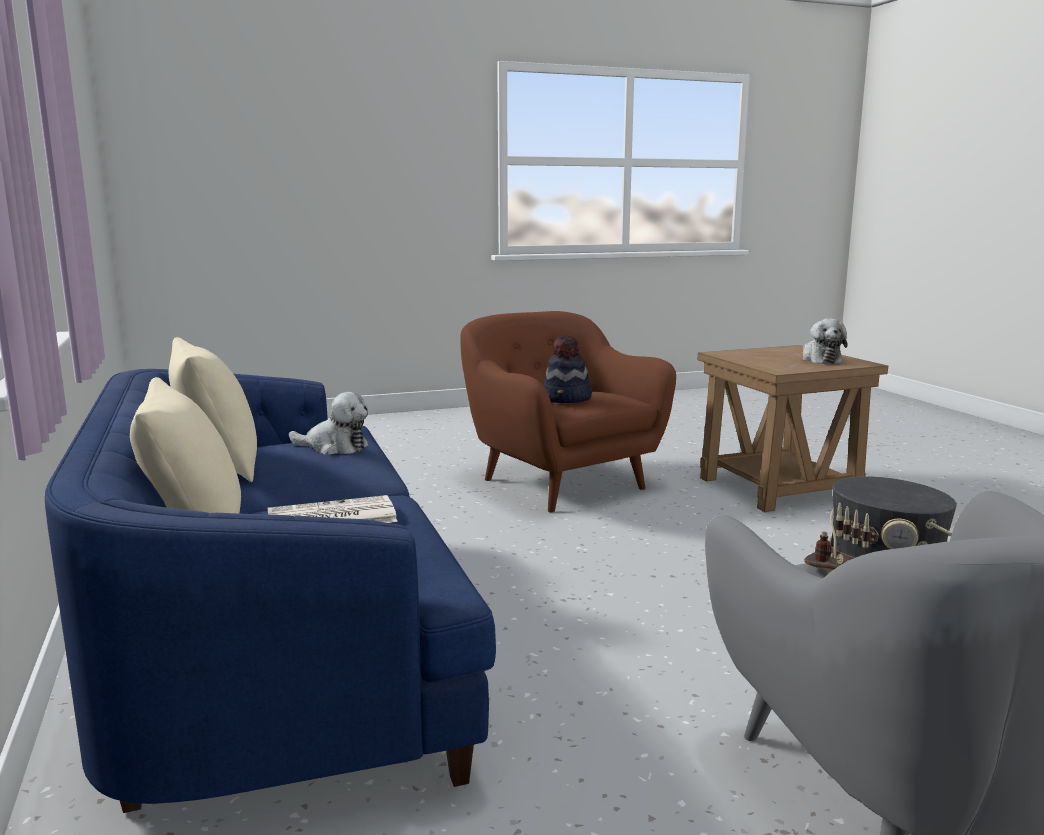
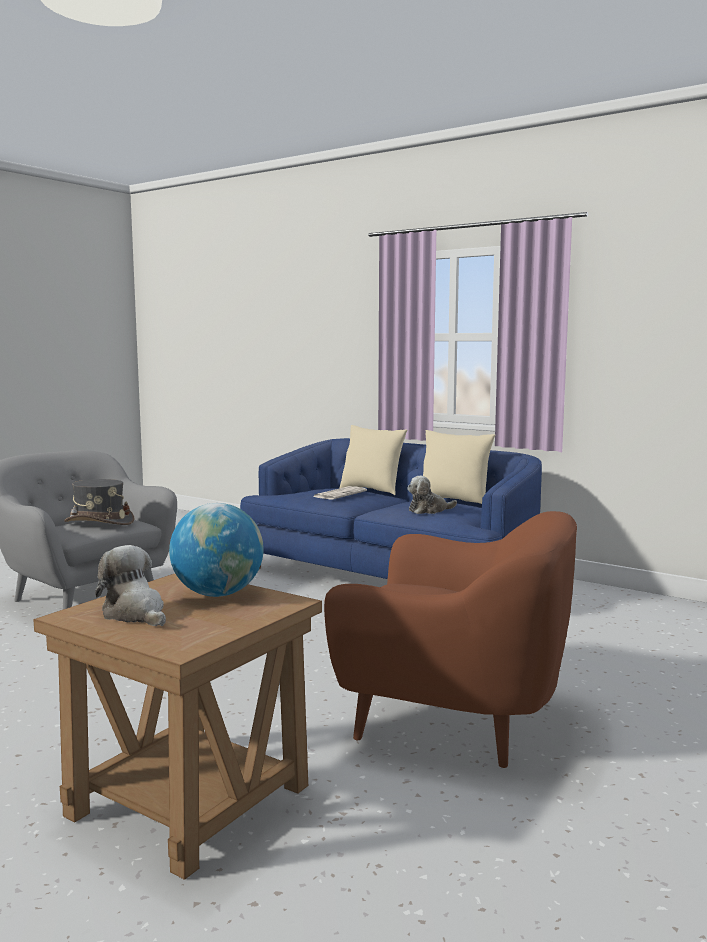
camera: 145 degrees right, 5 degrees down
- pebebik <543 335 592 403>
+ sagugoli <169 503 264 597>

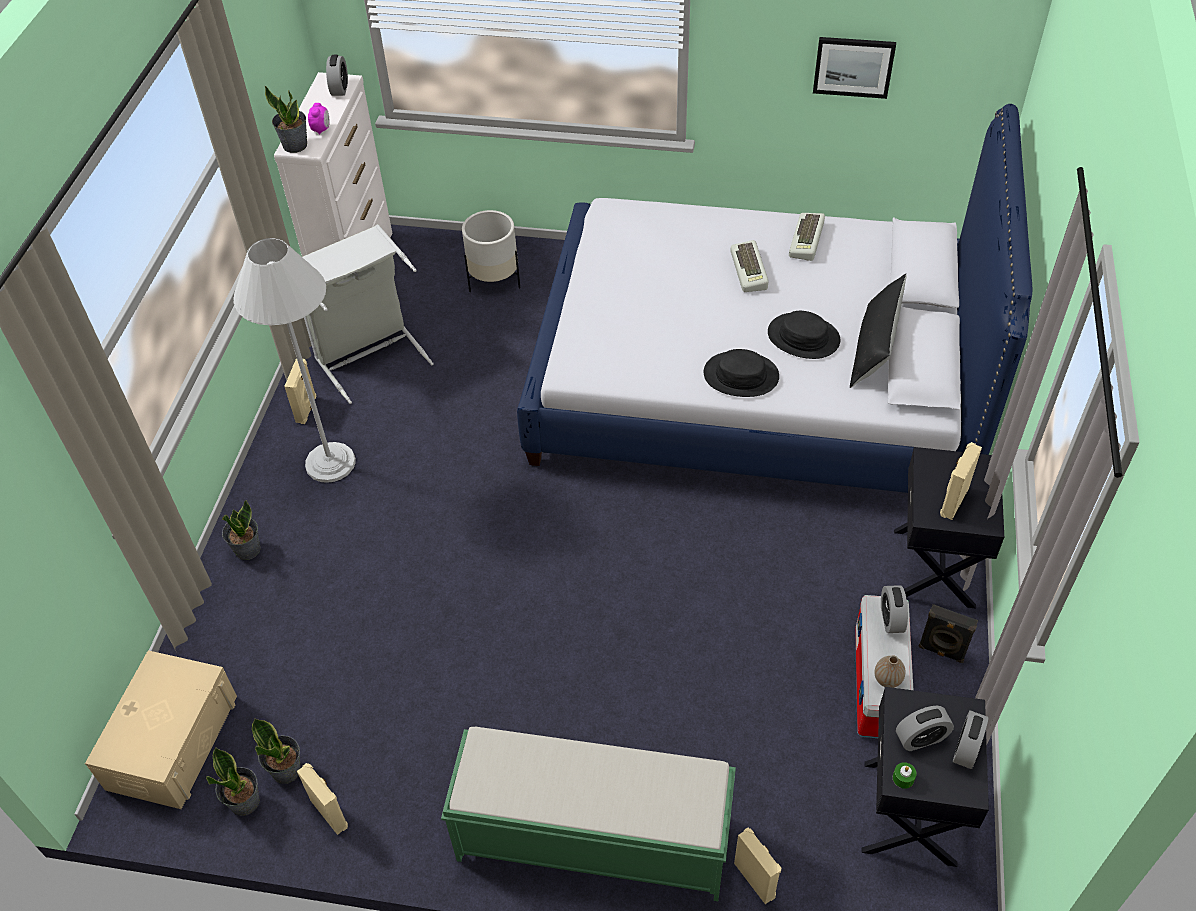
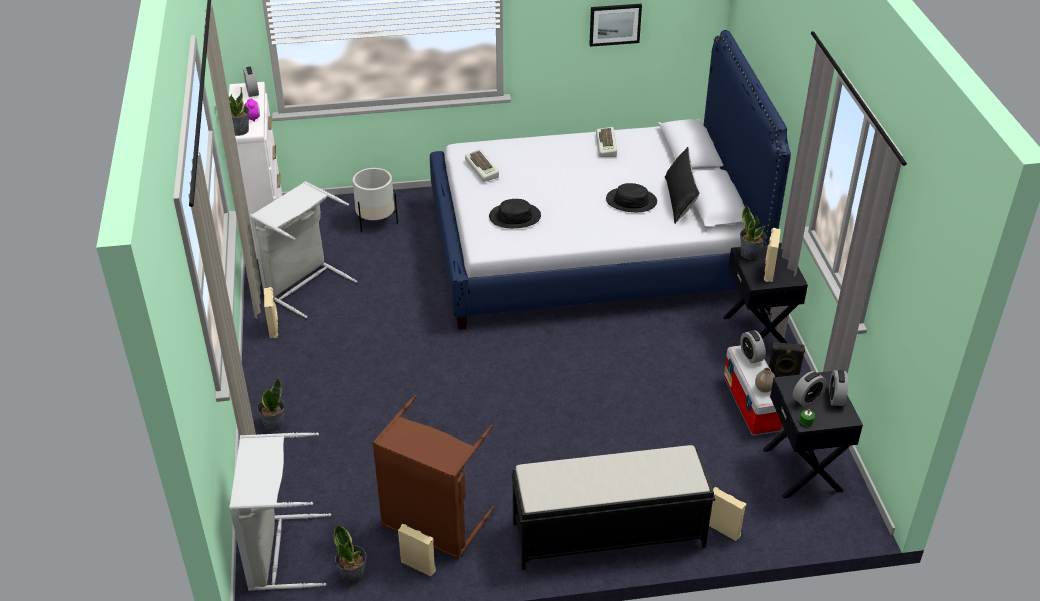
camera: 20 degrees left, 10 degrees down
~ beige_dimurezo <85 650 237 809> to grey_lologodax <229 432 331 591>
- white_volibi <233 238 356 483>
~ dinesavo <252 718 301 784> to <740 206 766 260>
~ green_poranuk <441 727 736 901> to black_poranuk <511 445 715 570>
~ black_pebebik <704 349 779 397> to <489 199 541 228>
~ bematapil <730 240 769 292> to <465 149 499 182>
+ brown_lologodax <372 395 495 559>

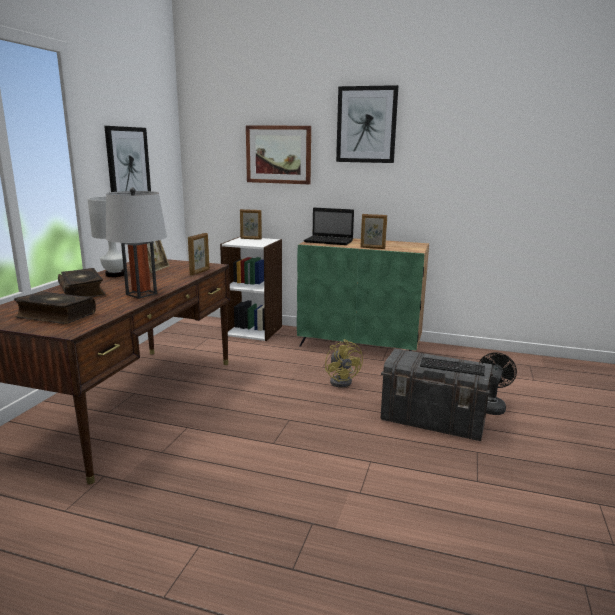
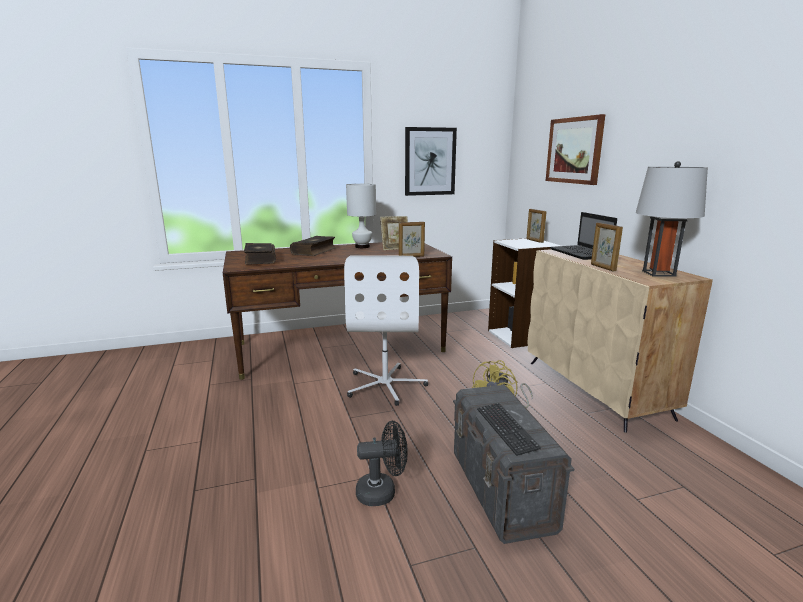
camera: 55 degrees right, 0 degrees up
~ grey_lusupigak <106 187 167 299> to <635 161 708 277>
~ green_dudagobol <297 238 429 351> to beige_dudagobol <528 249 713 433>
- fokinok <336 85 398 163>
~ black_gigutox <479 352 517 415> to <356 421 408 506>
+ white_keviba <344 255 428 406>

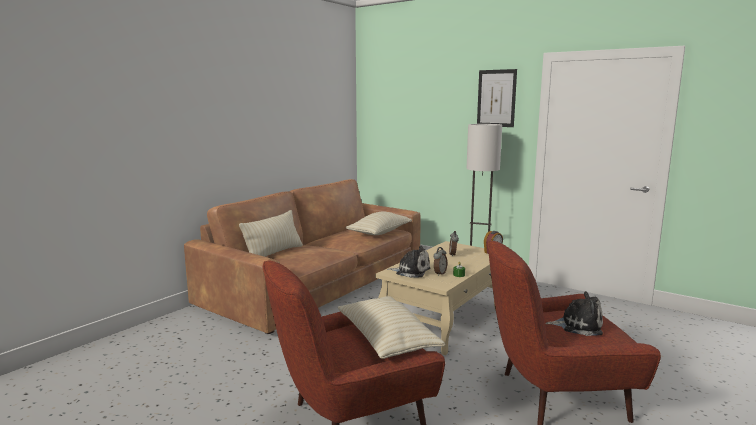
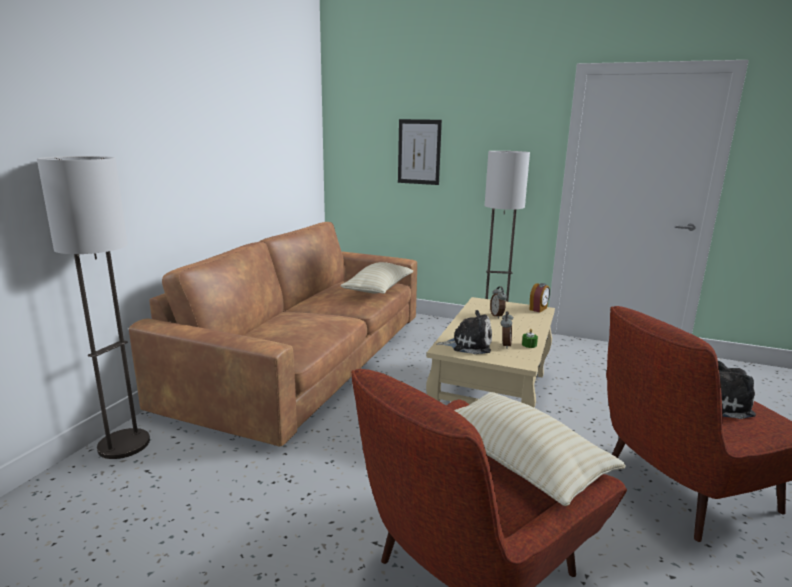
camera: 15 degrees left, 5 degrees up
- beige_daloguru <239 210 303 257>
~ fokinok <477 69 517 127> to <398 119 442 185>
+ volibi <37 156 150 459>

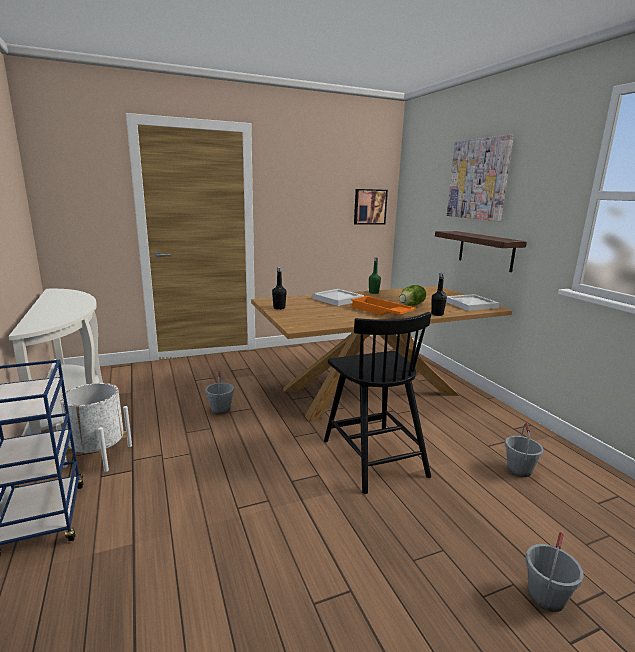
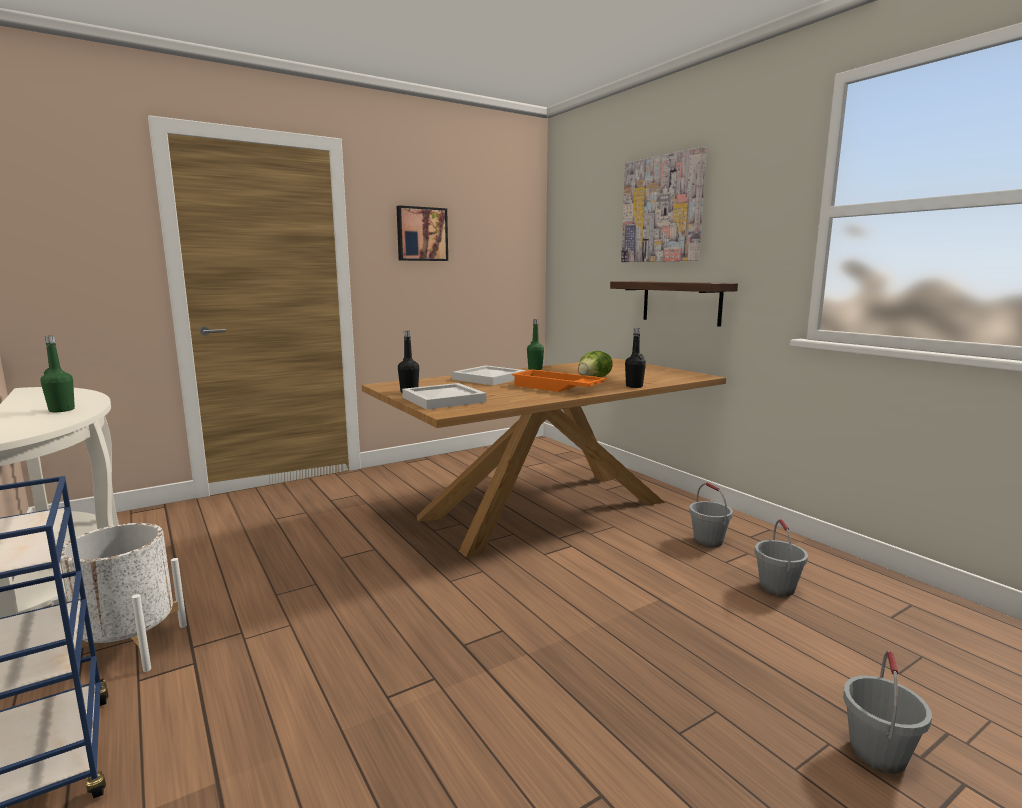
camera: 10 degrees left, 5 degrees down
~ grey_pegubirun <205 371 234 414> to <689 482 733 547>
- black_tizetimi <324 312 431 494>
~ fokinok <354 189 388 225> to <397 205 448 261>
~ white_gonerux <446 294 500 311> to <402 383 486 410>
+ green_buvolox <40 336 75 412>

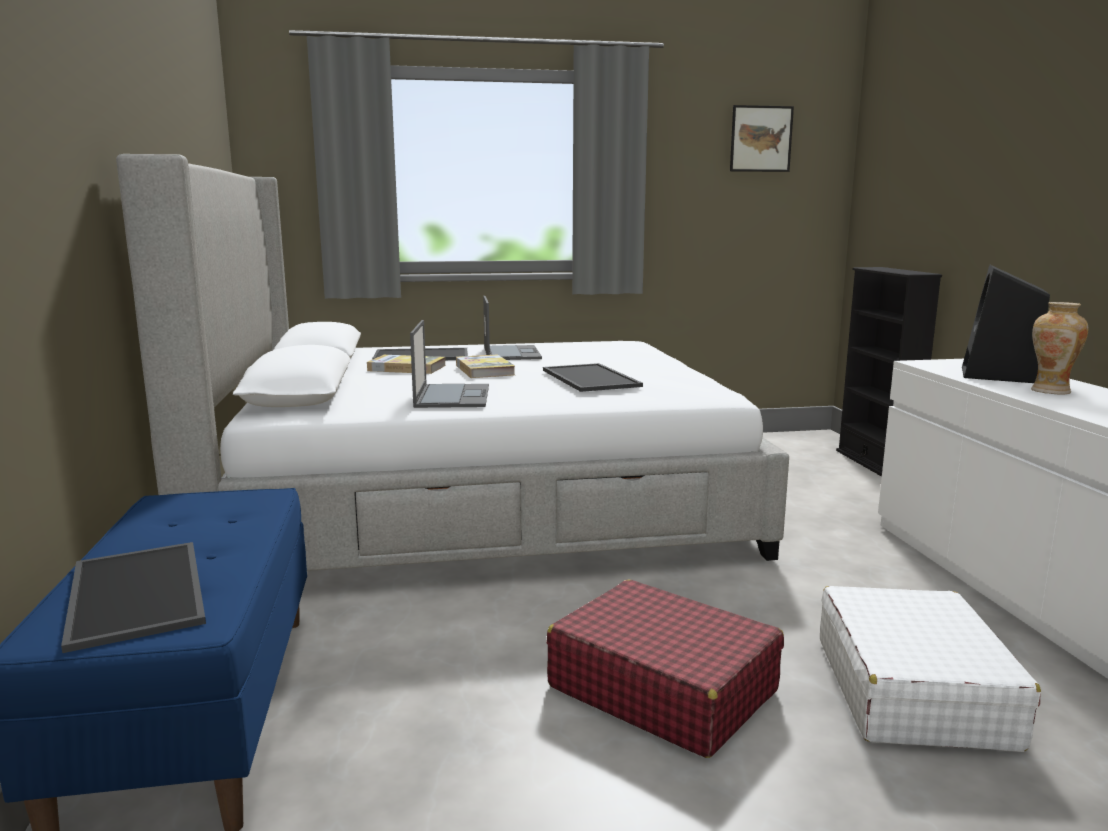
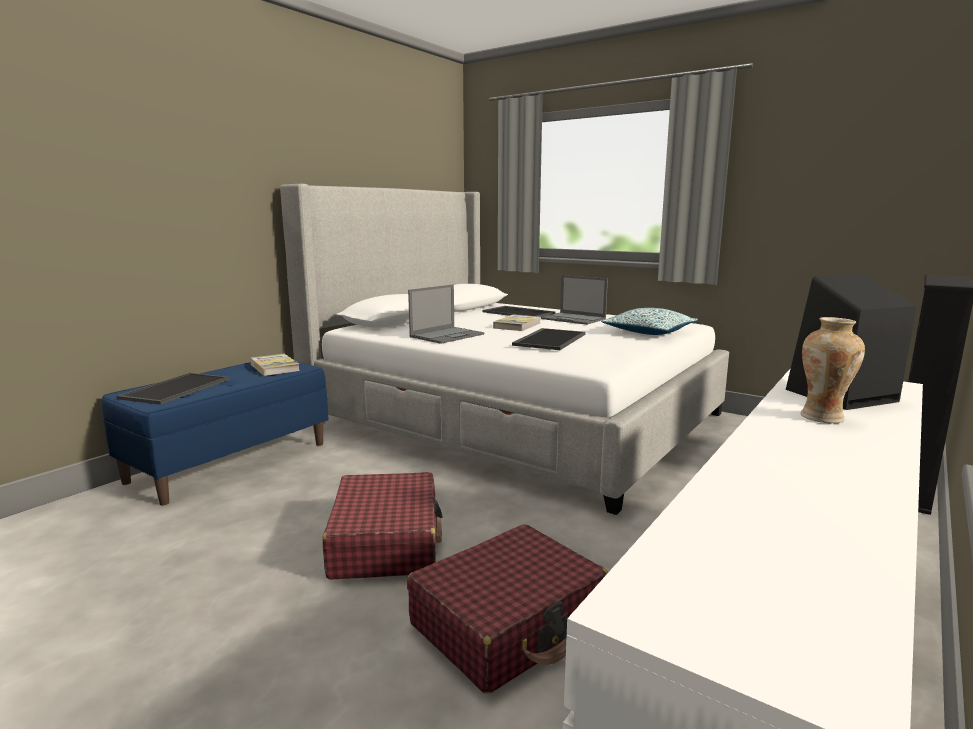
camera: 45 degrees right, 0 degrees up
~ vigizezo <367 355 446 374> to <250 354 300 376>
~ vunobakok <483 296 542 360> = <541 275 608 325> 90 degrees clockwise
- fokinok <730 105 794 172>
~ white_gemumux <820 586 1041 752> to red_gemumux <407 524 608 694>
+ daloguru <602 308 698 335>

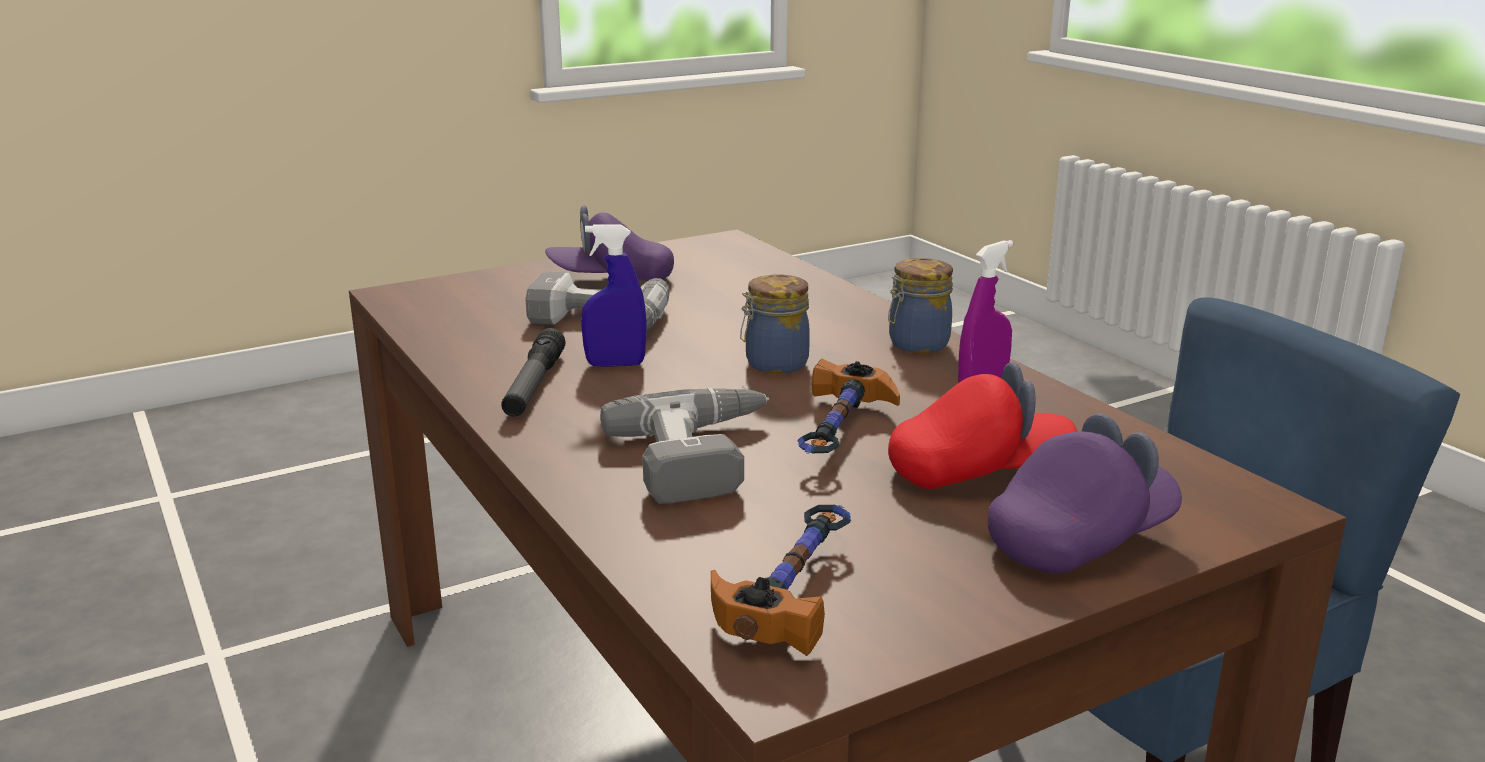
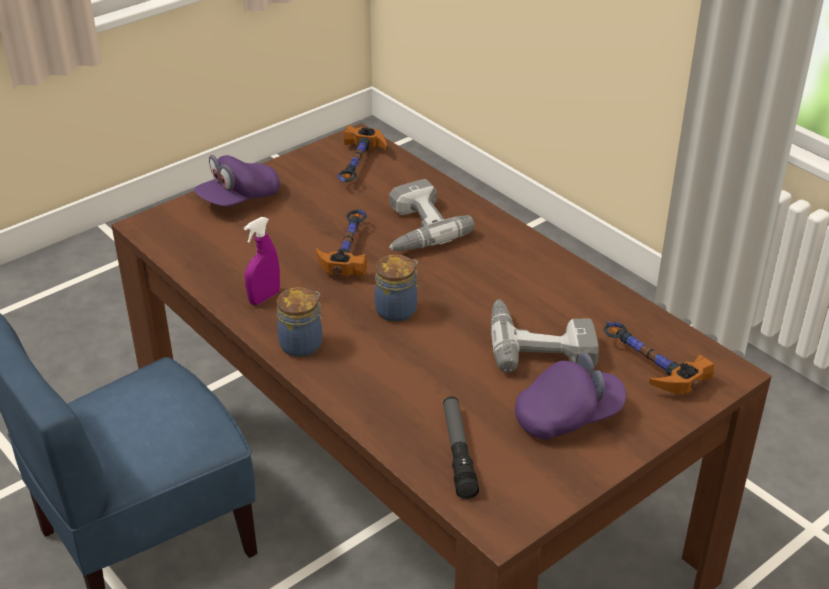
camera: 170 degrees right, 15 degrees up
~ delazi <501 328 566 416> to <443 396 479 499>
- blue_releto <581 224 647 367>
- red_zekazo <888 362 1077 489>
+ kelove <603 322 714 394>

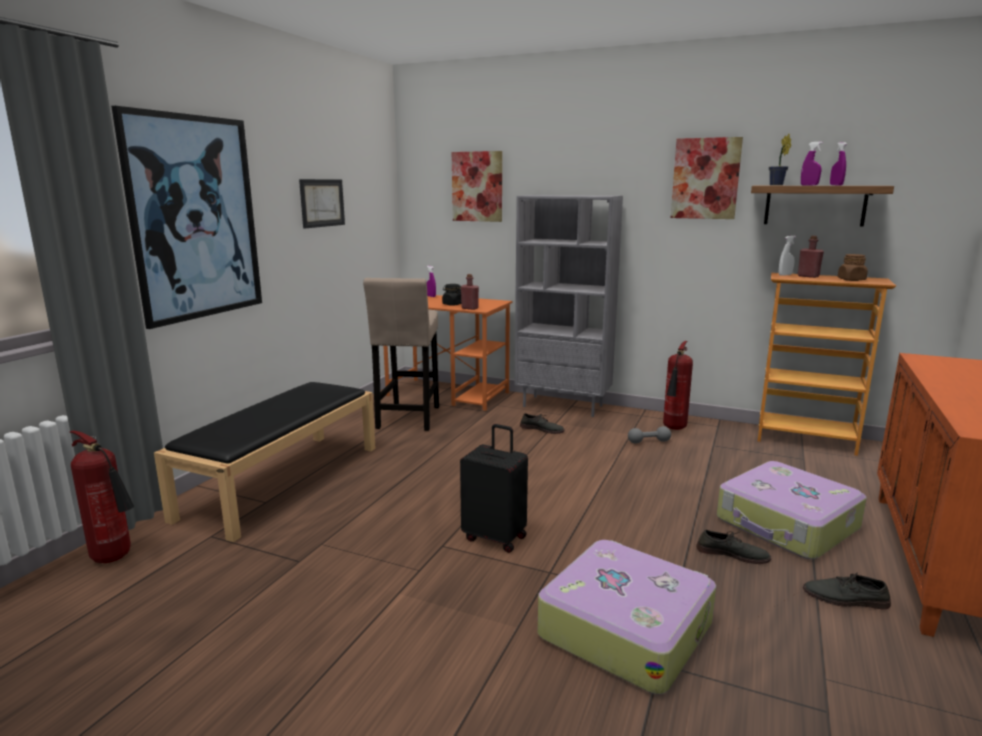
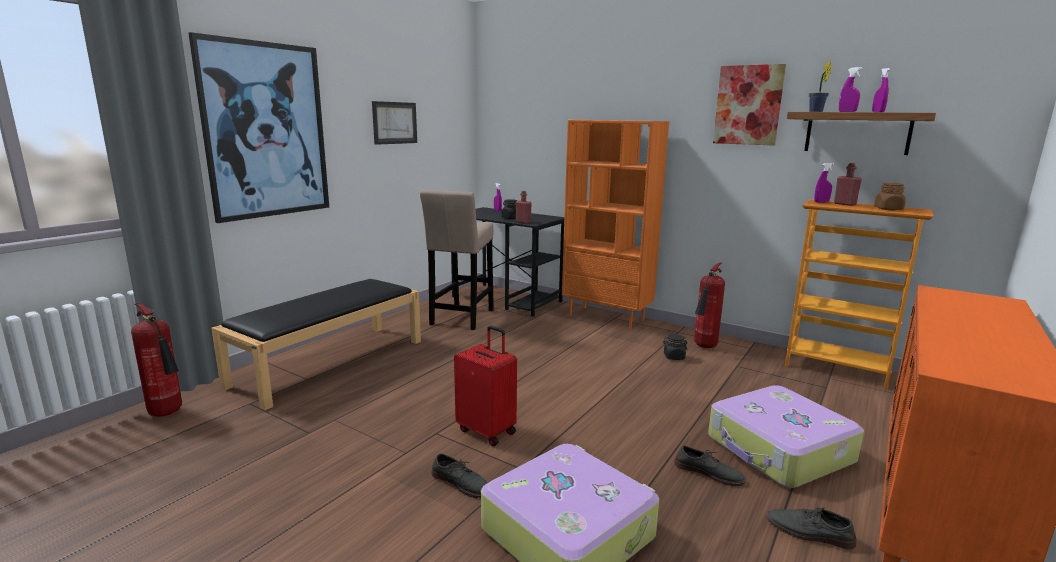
camera: 10 degrees right, 0 degrees up
~ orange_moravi <383 295 512 411> to black_moravi <451 207 564 317>
- fokinok <452 151 502 222>
~ black_gemumux <460 424 528 553> to red_gemumux <454 326 517 446>
~ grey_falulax <515 195 623 417> to orange_falulax <562 120 669 330>
~ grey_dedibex <520 413 565 434> to <432 454 487 498>
~ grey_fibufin <628 426 671 444> to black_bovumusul <663 334 688 360>
~ white_releto <779 236 796 276> to purple_releto <814 163 834 202>

